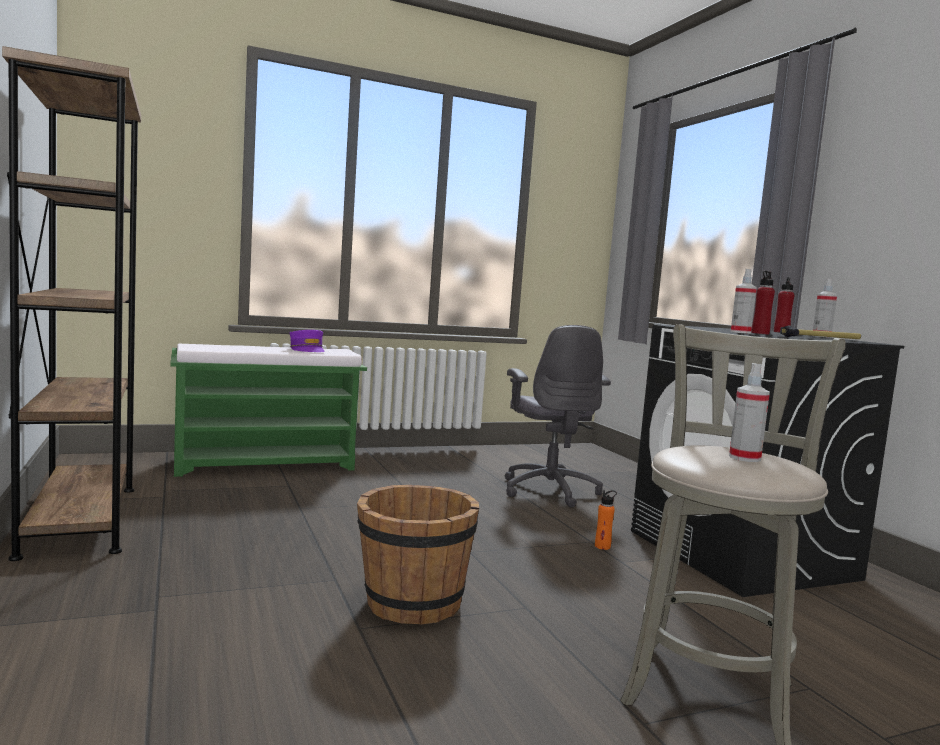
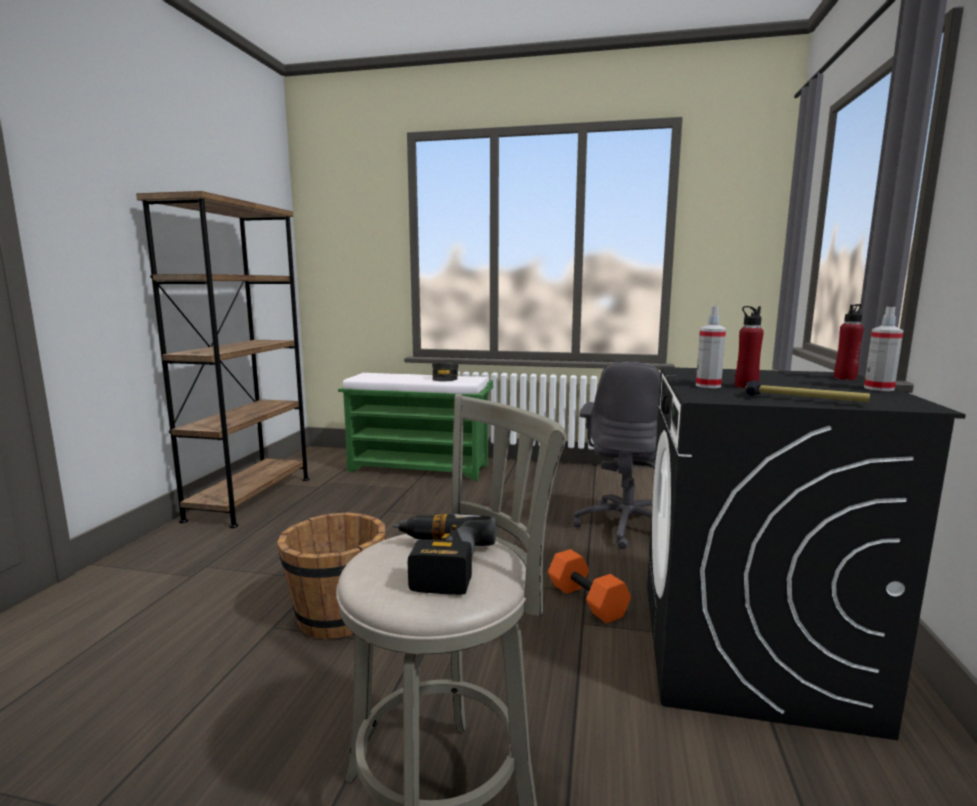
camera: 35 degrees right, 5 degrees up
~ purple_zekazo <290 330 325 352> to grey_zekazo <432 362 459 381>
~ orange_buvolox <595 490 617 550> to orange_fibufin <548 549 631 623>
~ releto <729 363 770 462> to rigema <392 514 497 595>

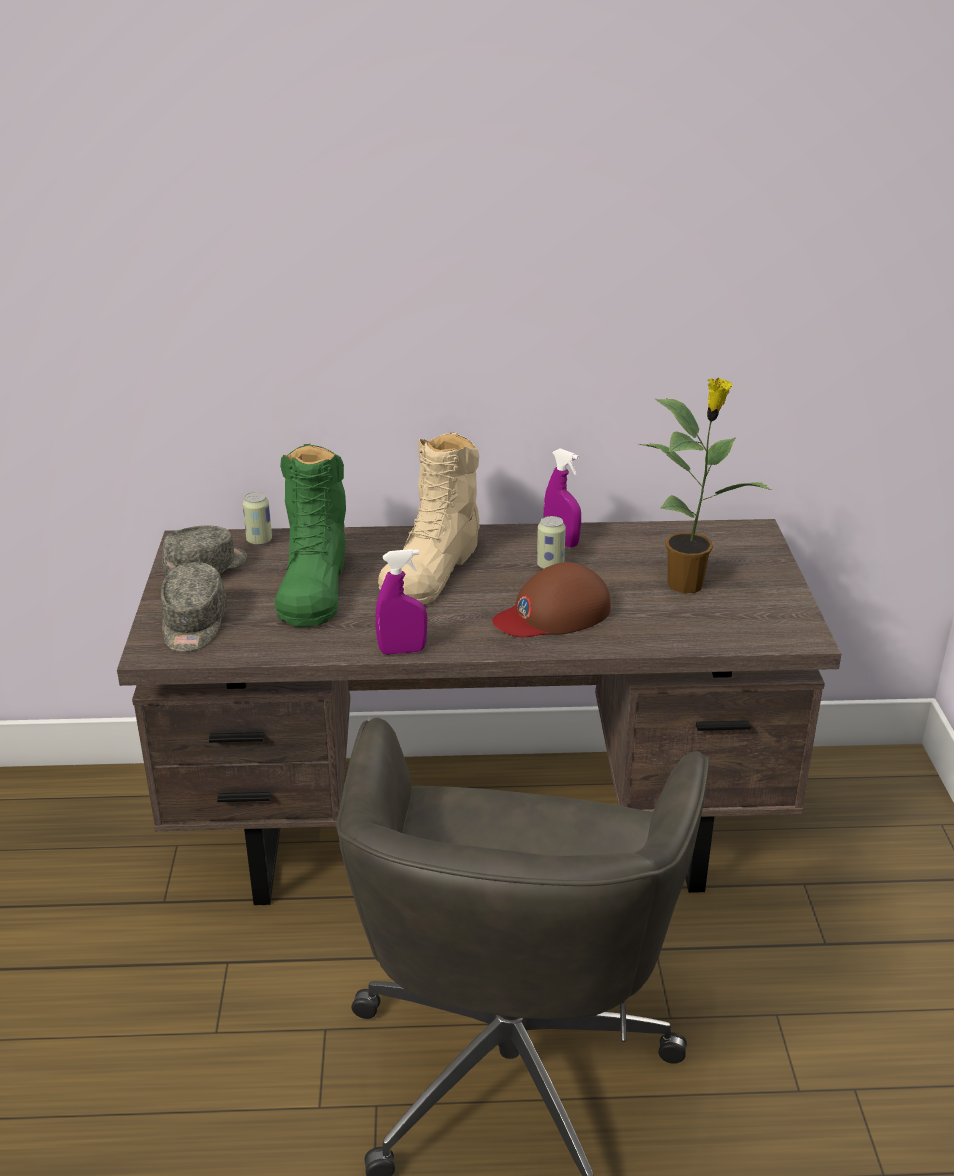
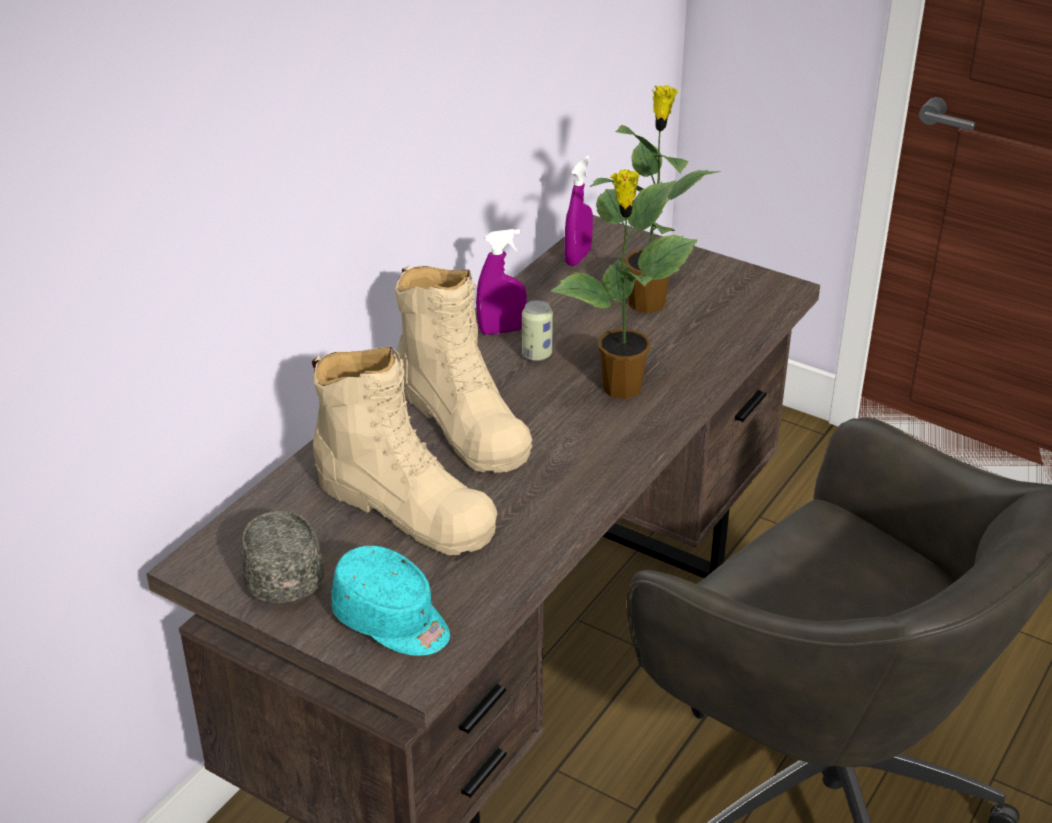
camera: 55 degrees left, 5 degrees up
~ grey_zekazo <161 562 227 652> to turquoise_zekazo <332 546 450 656>
- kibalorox <243 492 272 545>
~ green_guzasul <275 444 346 627> to beige_guzasul <312 346 497 555>
~ purple_releto <375 549 427 655> to <565 155 593 266>
~ brown_zekazo <492 562 611 637> to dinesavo <550 169 698 399>

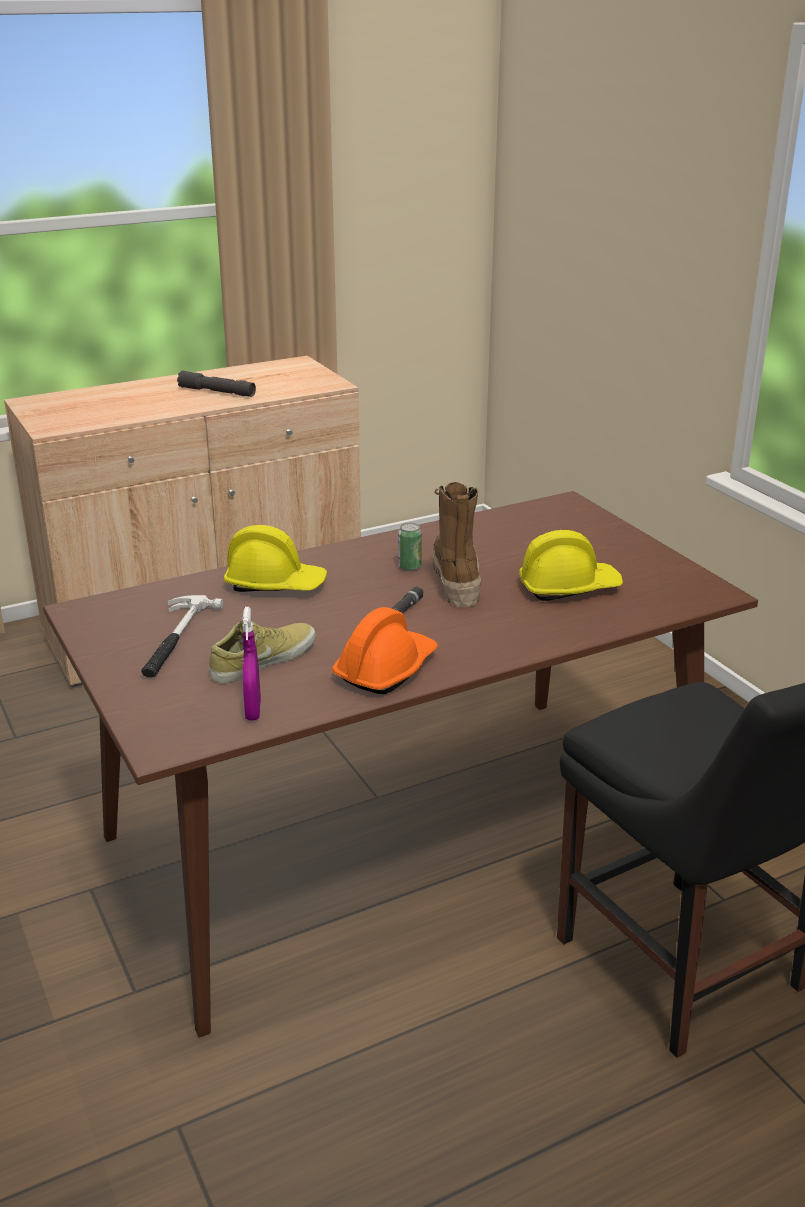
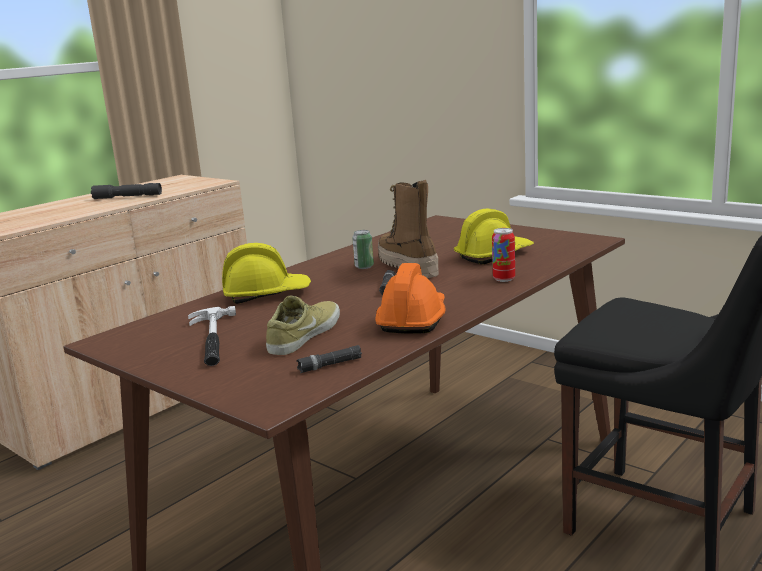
camera: 20 degrees left, 10 degrees down
~ purple_releto <242 607 261 720> to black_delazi <296 345 362 373>
+ kibalorox <492 228 515 282>

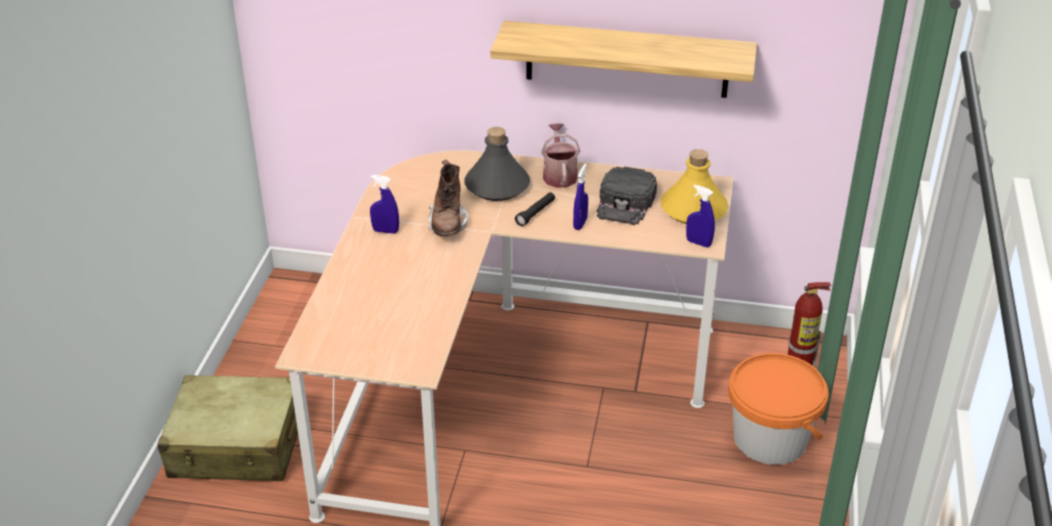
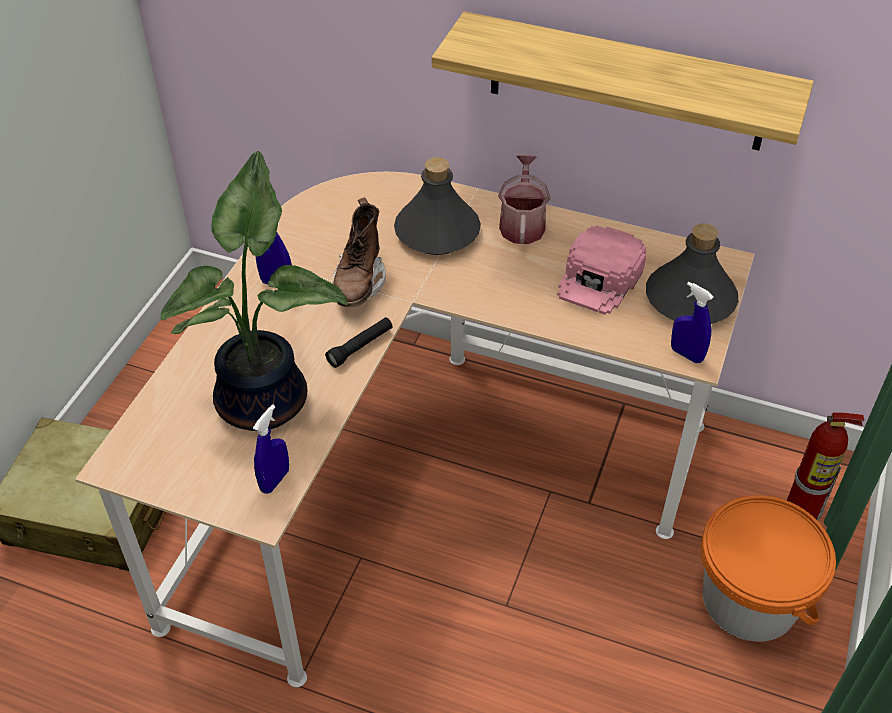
camera: 10 degrees right, 10 degrees up
~ black_delazi <515 192 555 226> to <325 317 393 368>
~ blue_releto <573 164 588 230> to <253 404 289 494>
~ black_zekazo <597 166 657 225> to pink_zekazo <557 225 647 315>
~ yellow_buvolox <660 149 728 224> to grey_buvolox <646 223 738 324>
+ dinesavo <161 151 348 431>

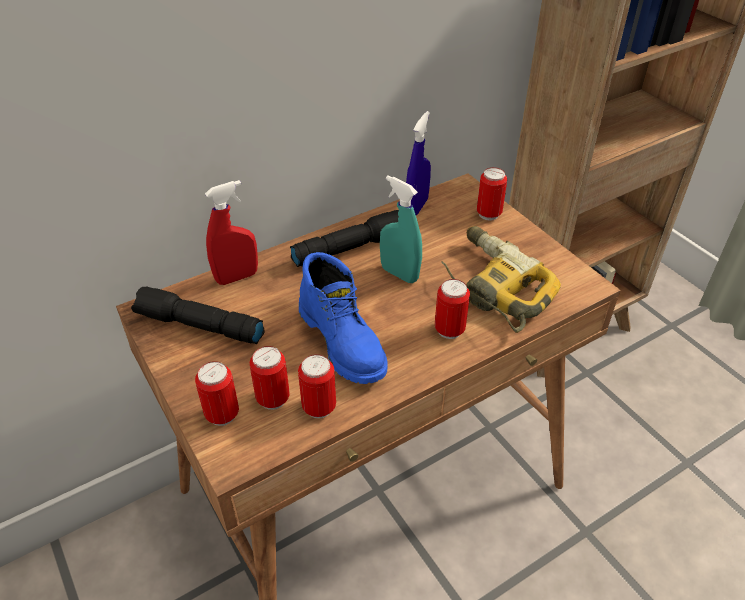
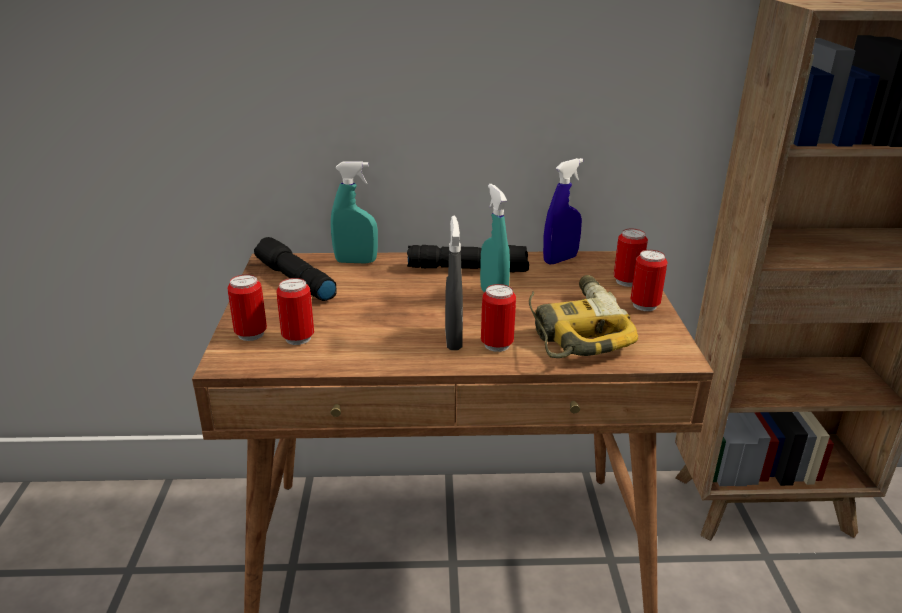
camera: 30 degrees right, 15 degrees down
~ red_releto <205 180 258 285> to turquoise_releto <331 161 378 264>
~ kibalorox <298 354 336 418> to <631 250 667 311>
- blue_guzasul <299 252 388 384>
+ grey_releto <445 216 463 350>

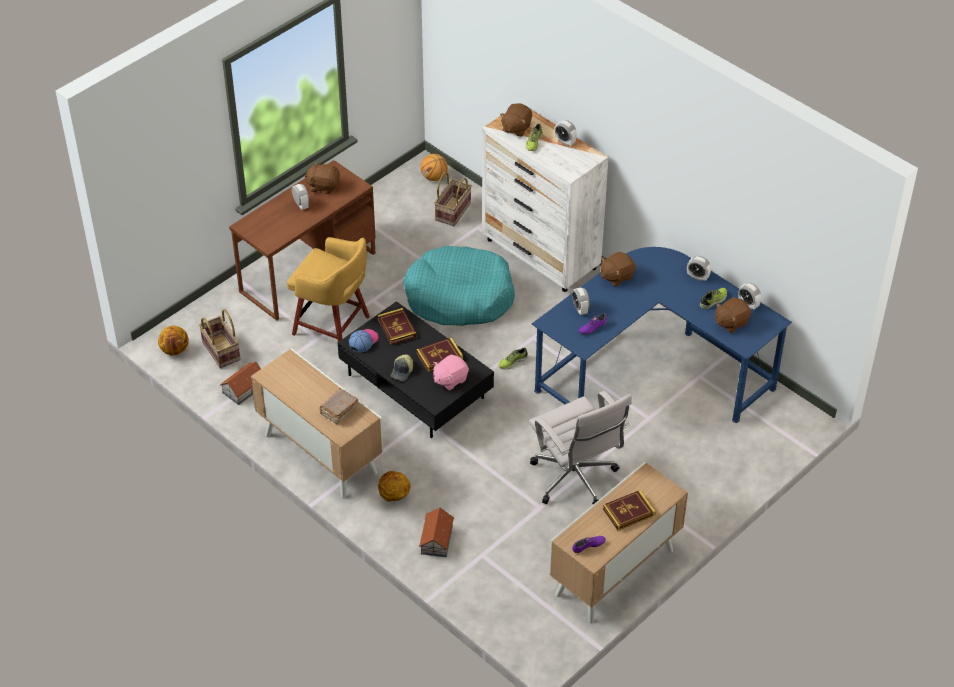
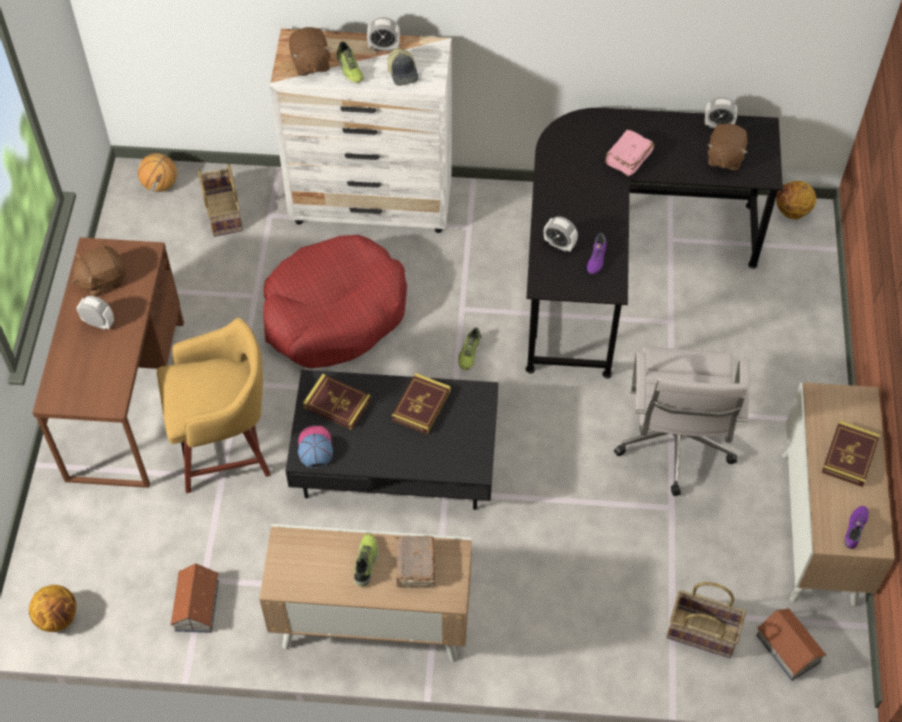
camera: 40 degrees left, 10 degrees up
~ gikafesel <199 309 241 368> to <666 582 746 658>
~ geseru <378 471 411 502> to <776 181 817 220>
~ zekazo <391 355 413 381> to <387 48 418 86>
~ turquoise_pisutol <403 246 515 326> to red_pisutol <263 235 407 369>
~ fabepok <419 507 454 557> to <756 608 827 681>
- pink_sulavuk <433 355 469 390>
~ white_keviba <529 391 632 505> = <614 346 750 496> 75 degrees clockwise
~ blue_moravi <532 247 792 423> to black_moravi <526 108 783 378>
- brown_sulavuk <601 252 636 287>
- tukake <687 256 711 281>
~ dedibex <700 288 727 309> to <354 534 379 587>
+ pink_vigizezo <605 129 654 176>

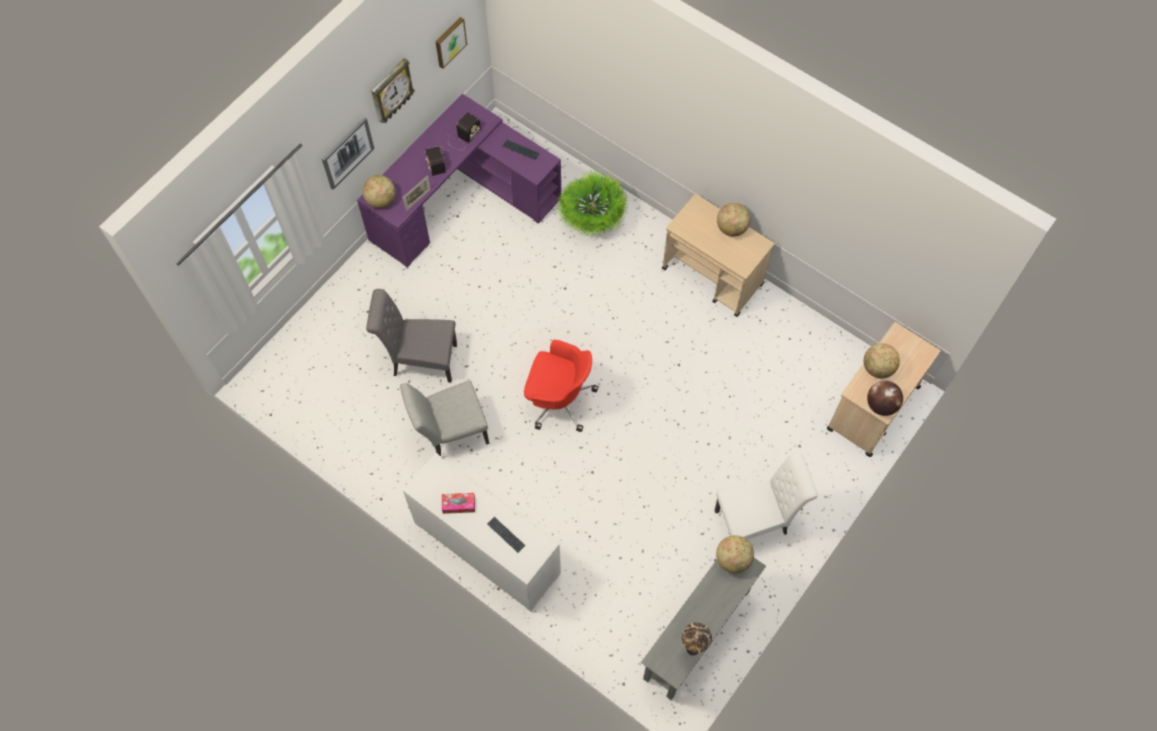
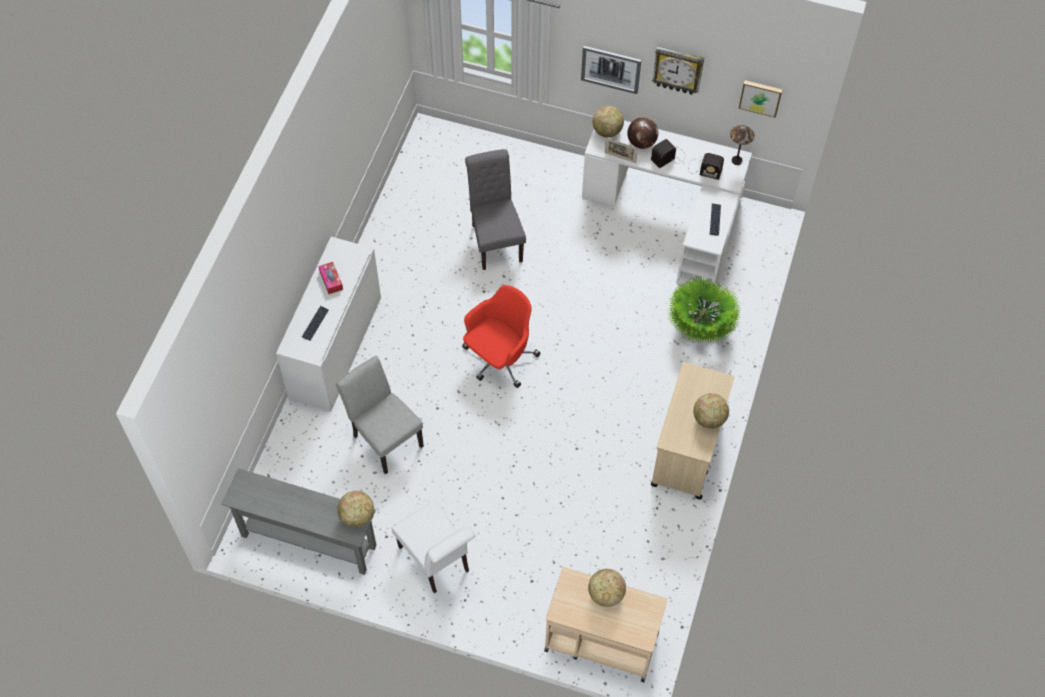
camera: 70 degrees right, 5 degrees down
~ purple_moravi <357 94 562 268> to white_moravi <582 121 752 286>
~ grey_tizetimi <400 380 489 456> to <336 356 424 474>
~ red_keviba <524 340 598 432> = <462 285 540 388> 135 degrees counterclockwise
~ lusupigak <682 623 712 655> to <730 125 755 165>
~ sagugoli <867 381 903 416> to <627 117 659 149>

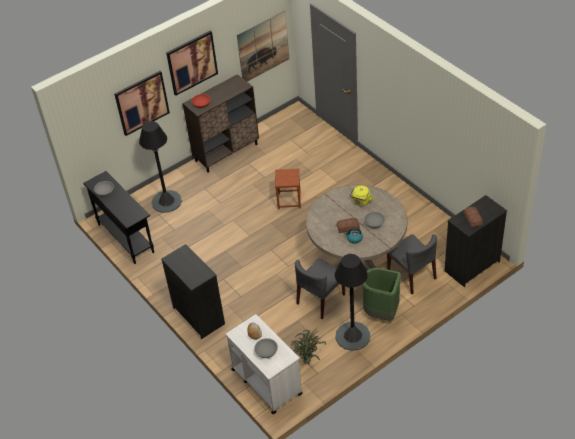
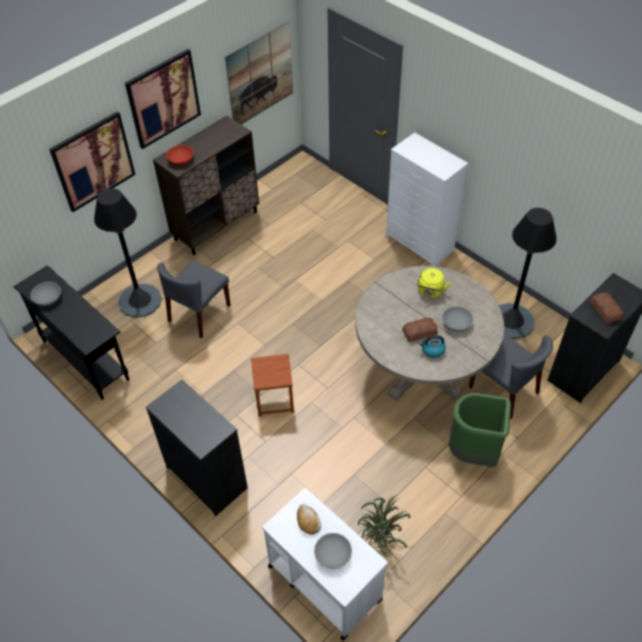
camera: 10 degrees left, 5 degrees up
~ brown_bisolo <275 169 301 209> to <251 354 294 417>
~ grey_tizetimi <295 258 345 319> to <157 260 230 338>
~ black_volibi <335 254 370 351> to <499 208 557 339>
+ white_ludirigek <386 133 468 266>

